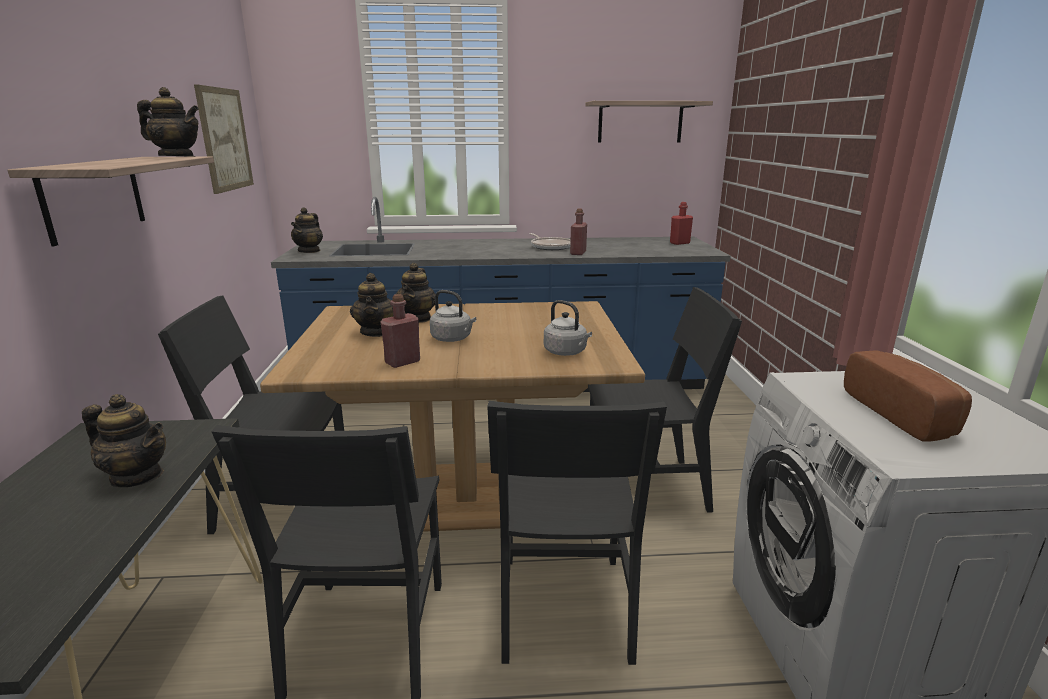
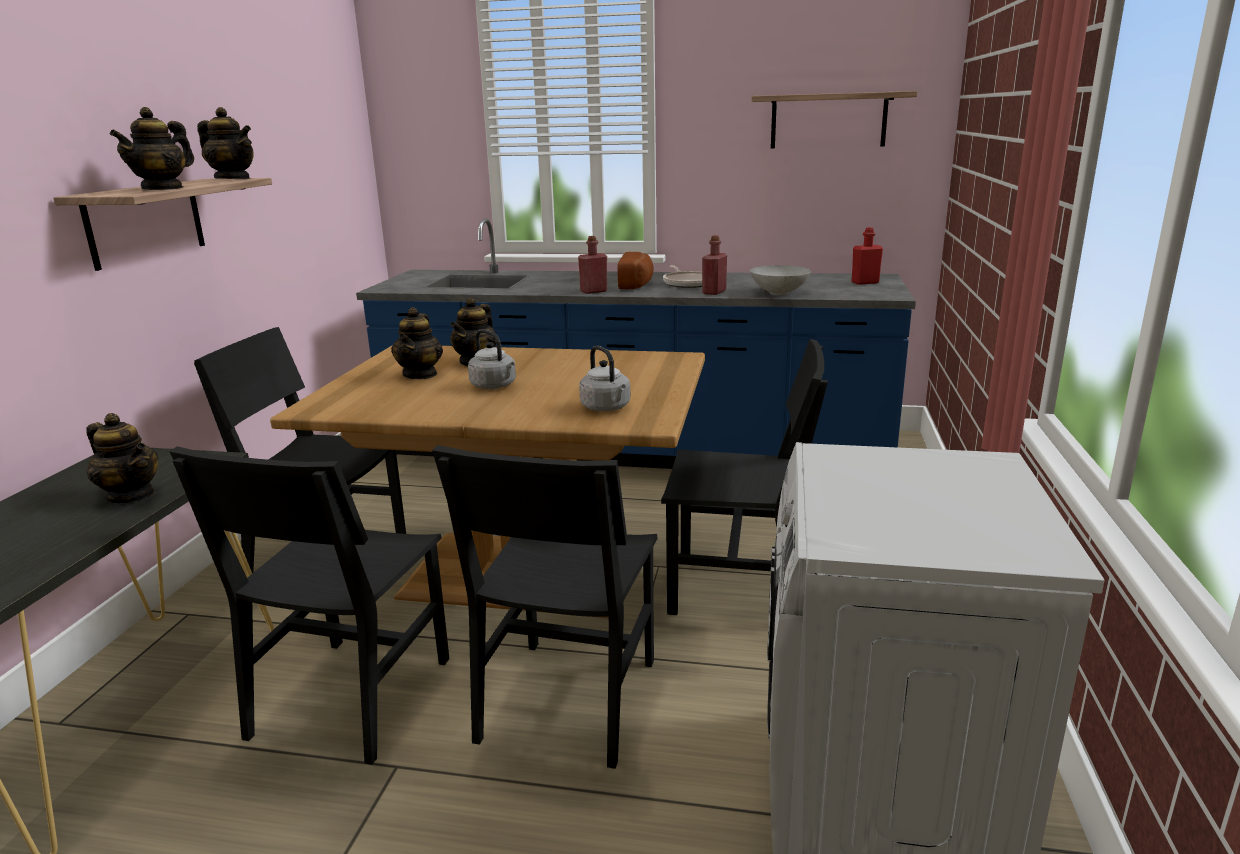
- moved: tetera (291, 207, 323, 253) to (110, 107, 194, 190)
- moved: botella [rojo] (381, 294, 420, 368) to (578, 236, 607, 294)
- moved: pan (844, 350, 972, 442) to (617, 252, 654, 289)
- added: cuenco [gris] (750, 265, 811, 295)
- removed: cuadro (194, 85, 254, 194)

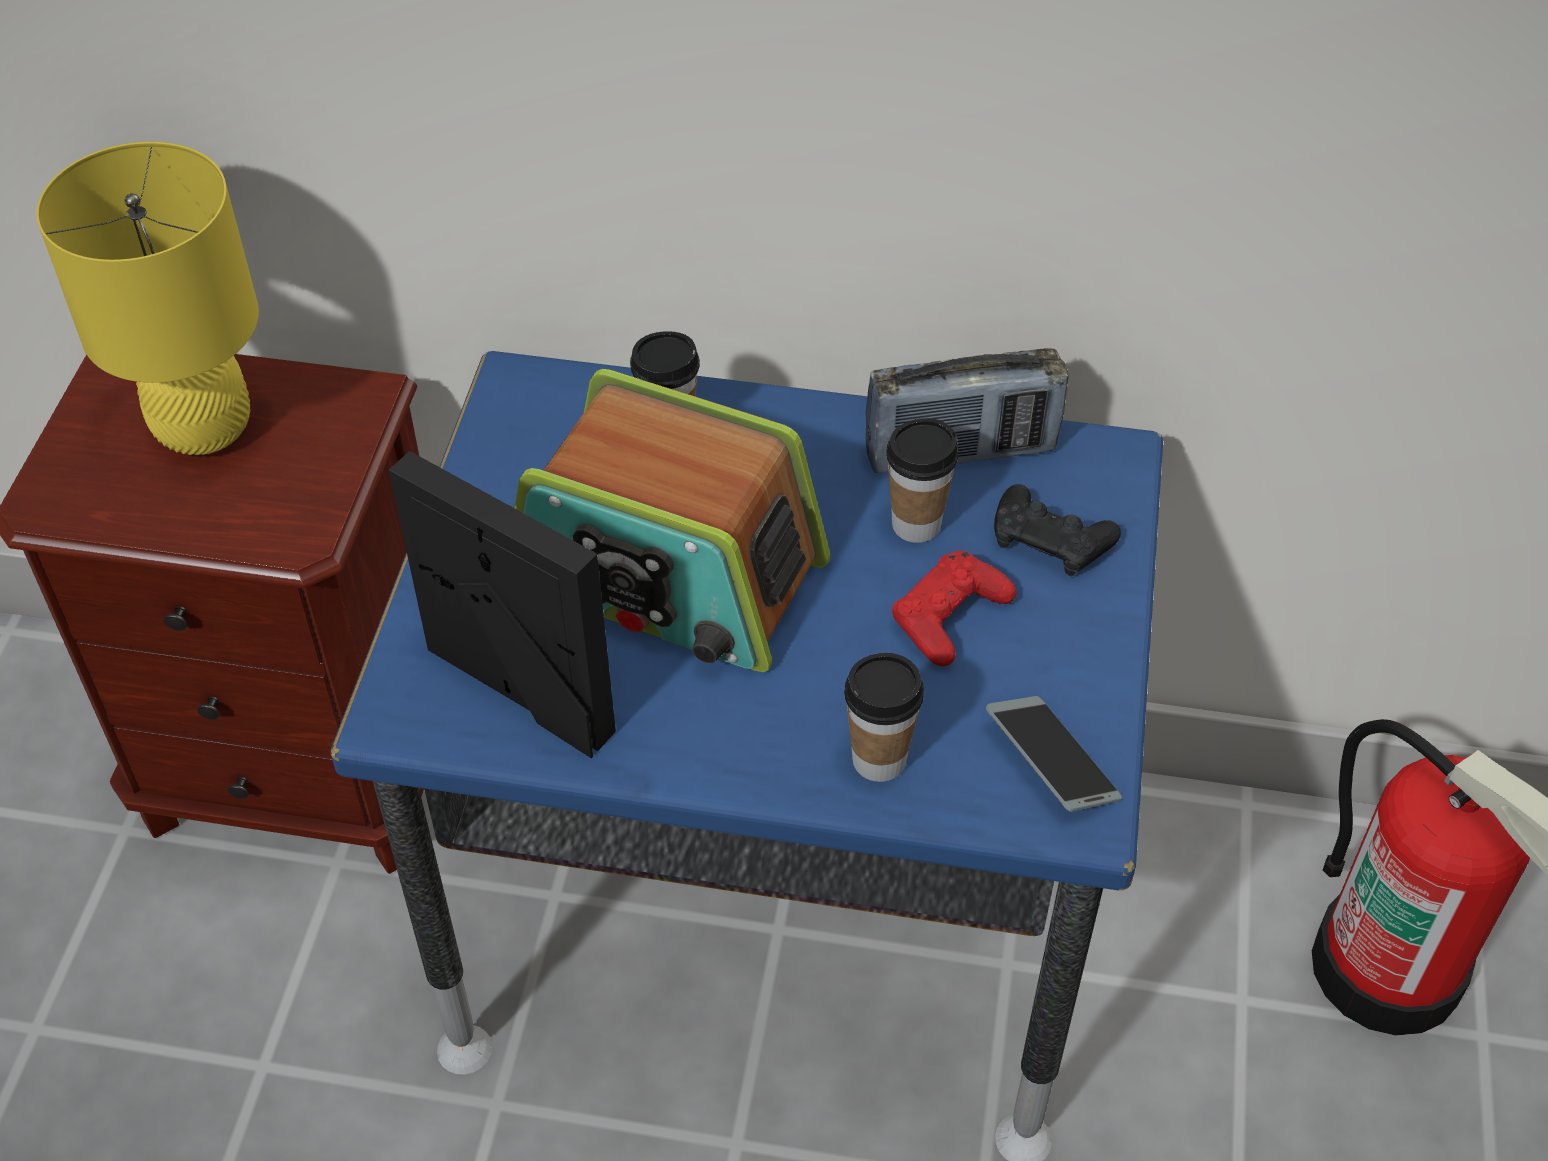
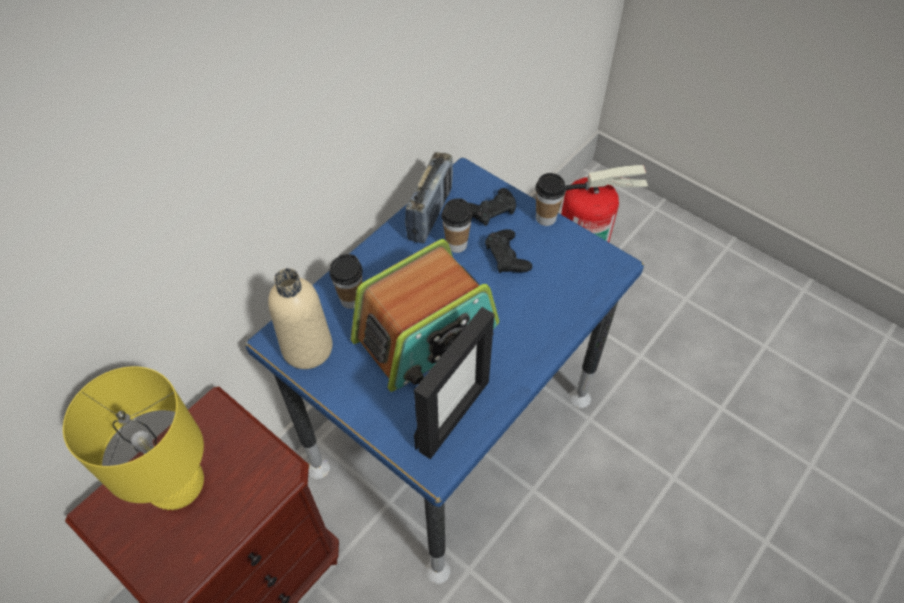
- added: botella [beis] (268, 268, 333, 369)
- turned: portarretratos (389, 451, 616, 758) = (414, 307, 494, 459) 150 degrees clockwise
- recoloured: mando de consola [rojo] (892, 551, 1016, 666) to mando de consola [negro] (485, 229, 532, 273)
- moved: taza (844, 653, 924, 782) to (535, 173, 566, 226)
- removed: móvil (986, 696, 1122, 812)

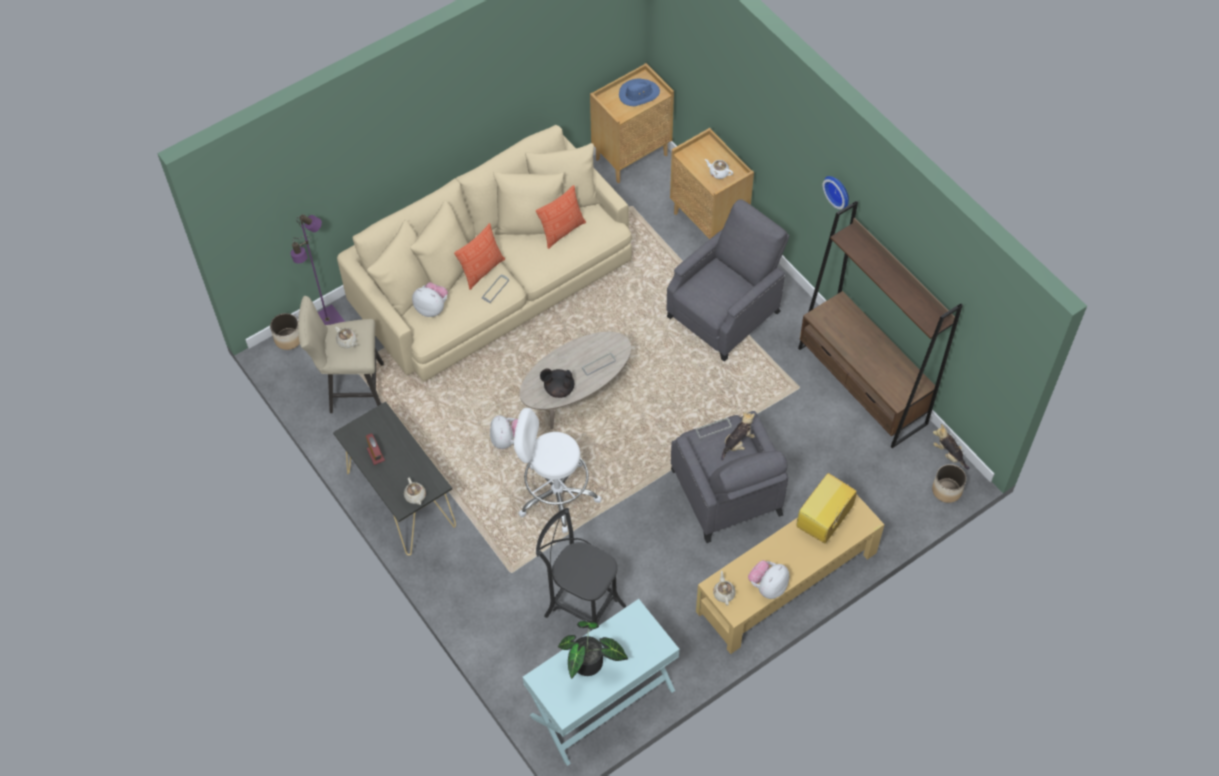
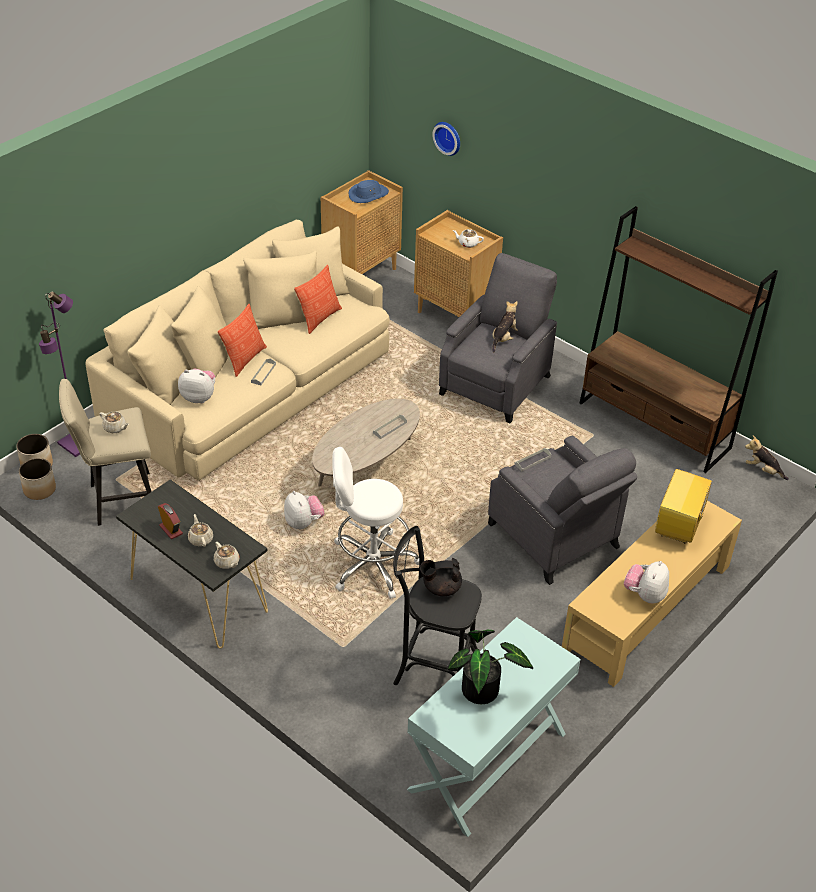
- moved: maceta (932, 464, 966, 503) to (19, 458, 56, 500)
- moved: tetera [beis] (713, 571, 736, 606) to (188, 514, 213, 547)
- moved: tetera [negro] (540, 369, 574, 398) to (420, 558, 462, 596)
- moved: reloj de pared (823, 176, 849, 209) to (432, 122, 460, 156)
- moved: peluche (721, 412, 755, 461) to (493, 301, 518, 352)

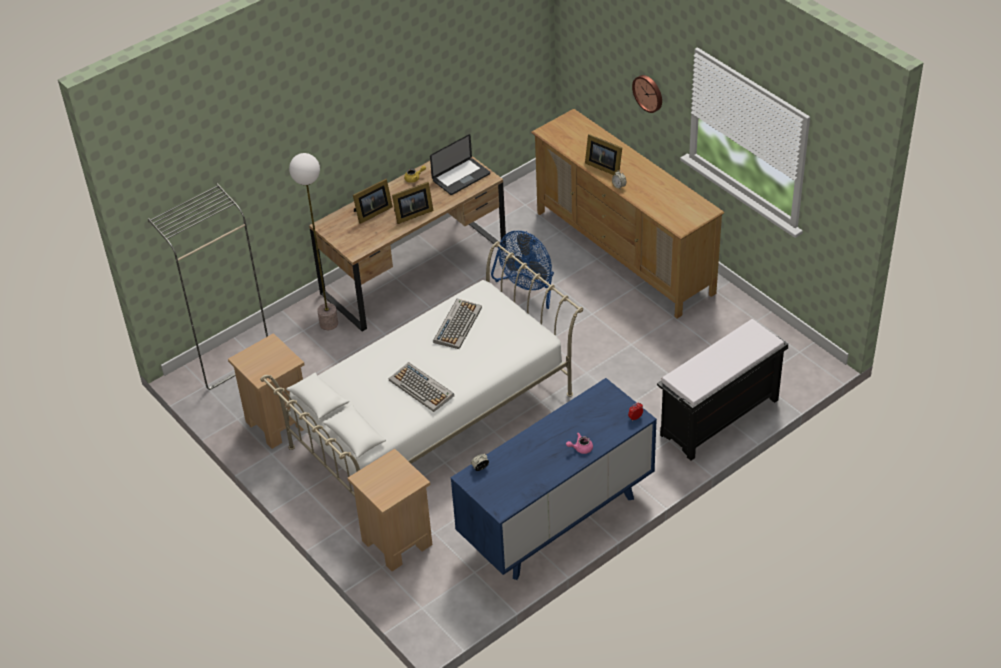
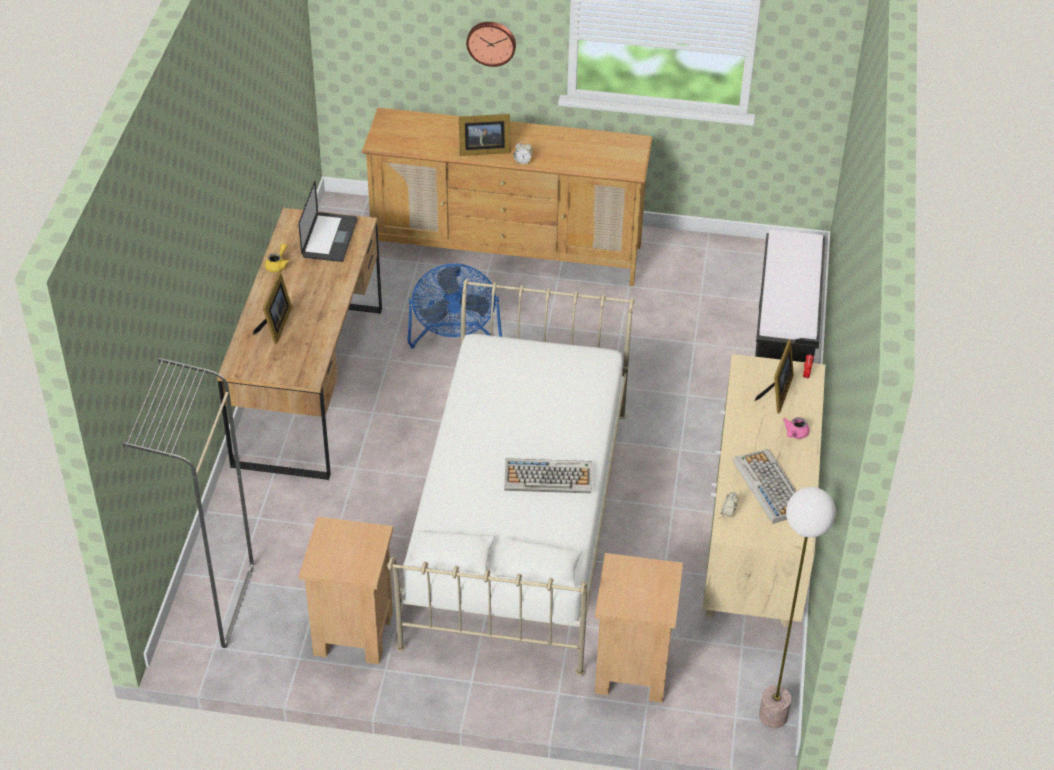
- recoloured: cómoda [azul] (451, 378, 657, 580) to cómoda [beis] (703, 354, 825, 627)
- moved: teclado (433, 299, 482, 349) to (733, 449, 797, 524)
- moved: portarretratos (392, 182, 434, 224) to (755, 339, 794, 413)
- moved: lámpara de pie (289, 153, 338, 330) to (759, 487, 836, 728)

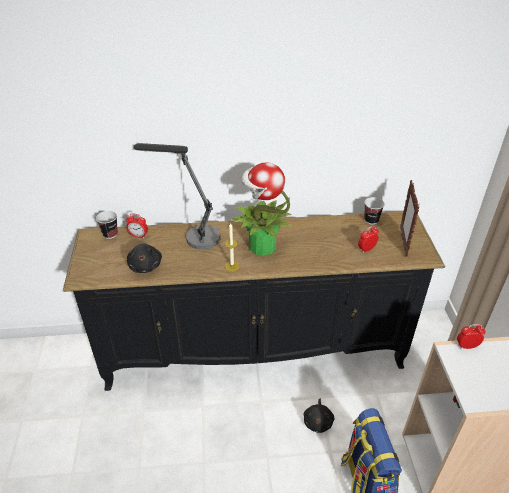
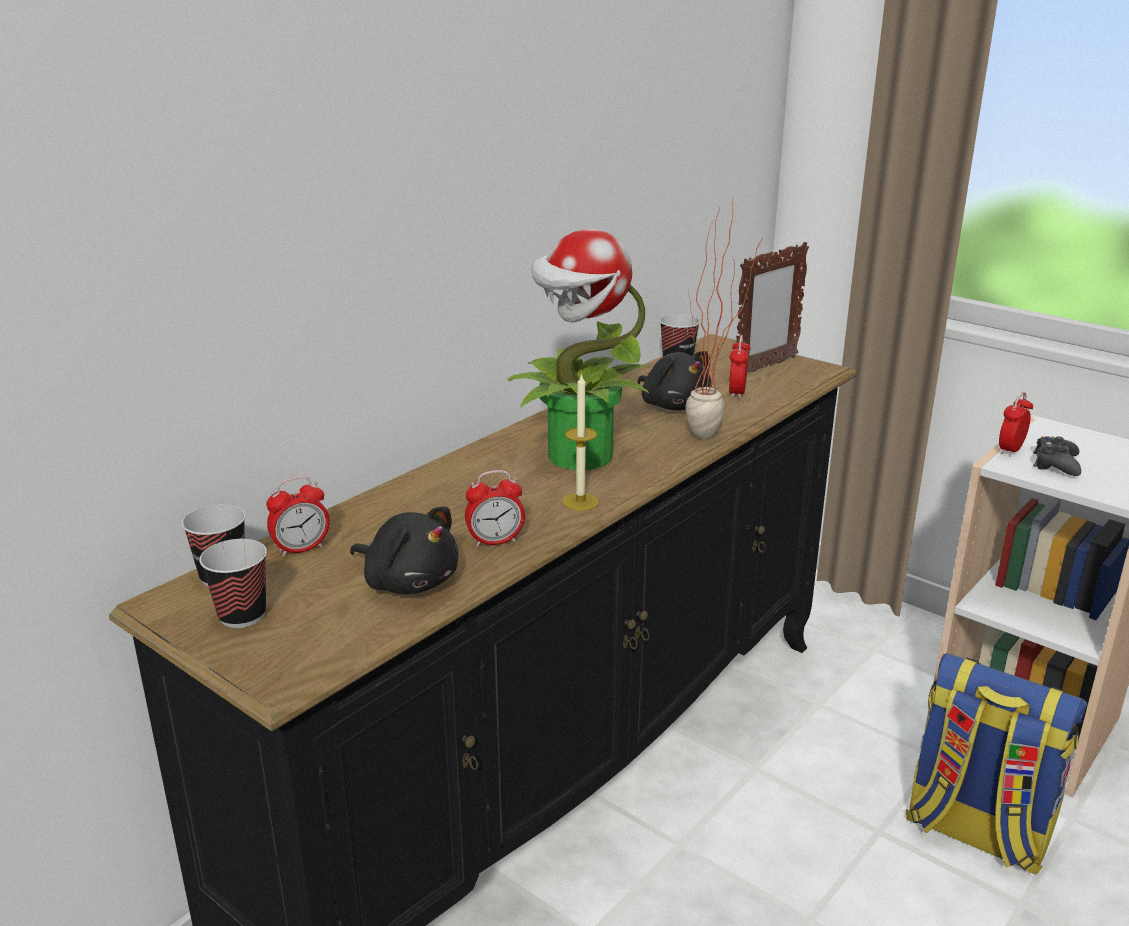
- added: taza (199, 539, 267, 628)
- added: despertador (465, 470, 525, 547)
- moved: peluche [negro] (304, 398, 334, 433) to (637, 351, 712, 410)
- added: planta en maceta (685, 197, 763, 439)
- turned: portarretratos (400, 180, 419, 257) = (736, 242, 809, 372) 90 degrees counterclockwise
- added: mando de consola [negro] (1033, 436, 1081, 476)
- removed: lámpara de mesa (134, 143, 221, 249)

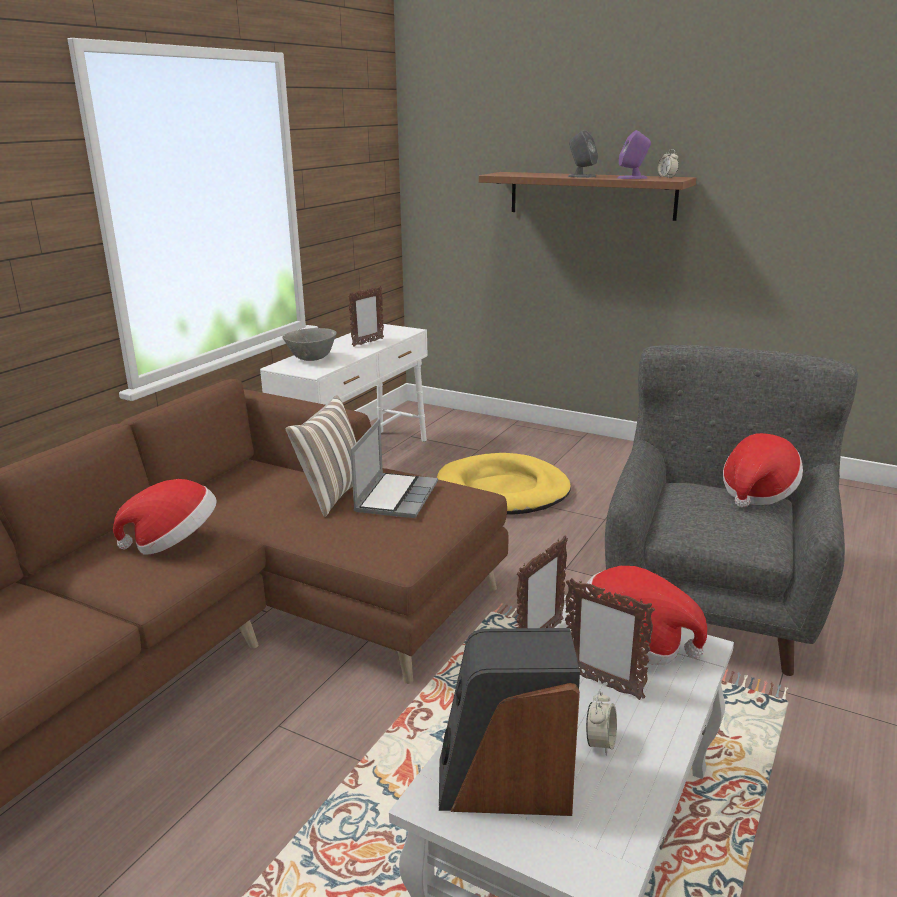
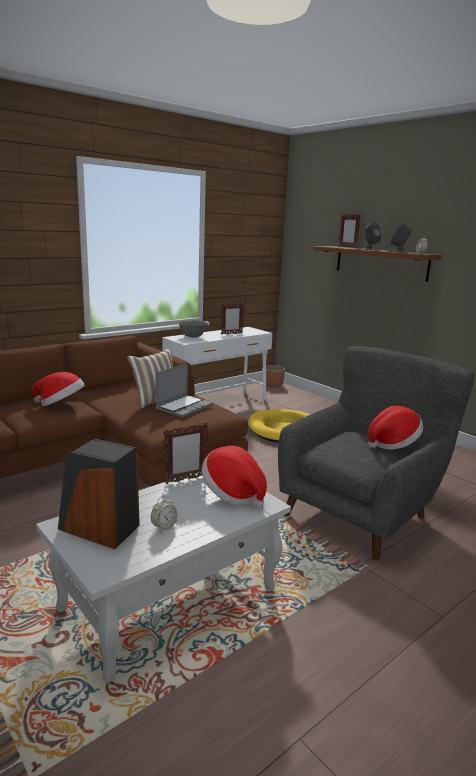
- added: maceta (266, 365, 285, 388)
- moved: portarretratos (565, 578, 655, 700) to (339, 214, 361, 248)
- recoloured: altavoz [morado] (618, 130, 651, 179) to altavoz [gris] (388, 223, 411, 253)

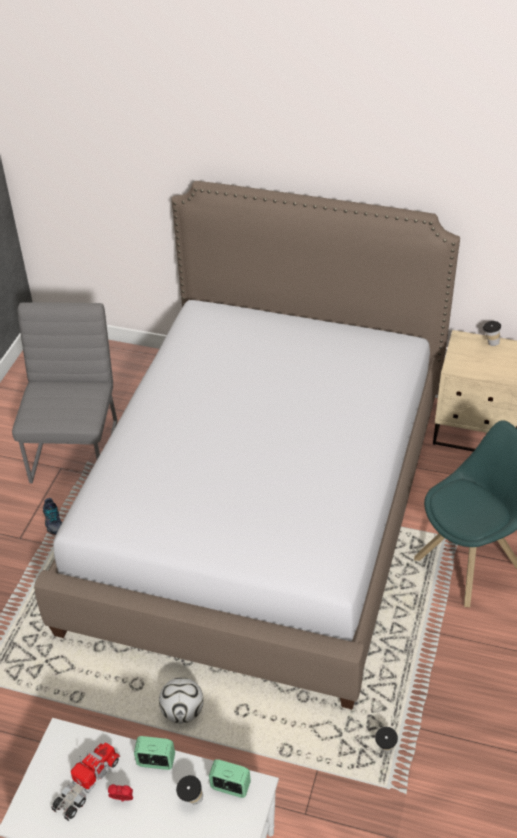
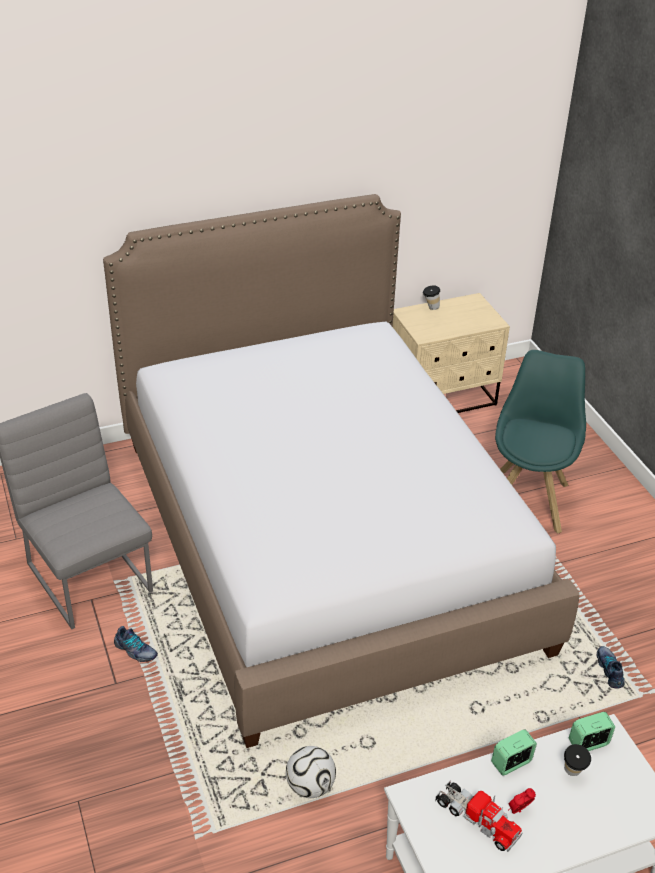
- moved: balón de fútbol (159, 677, 204, 723) to (286, 746, 336, 798)
- turned: camión de juguete (51, 742, 121, 821) = (435, 780, 522, 852) 135 degrees clockwise
- replaced: taza (375, 727, 398, 752) to zapato (597, 646, 625, 688)

